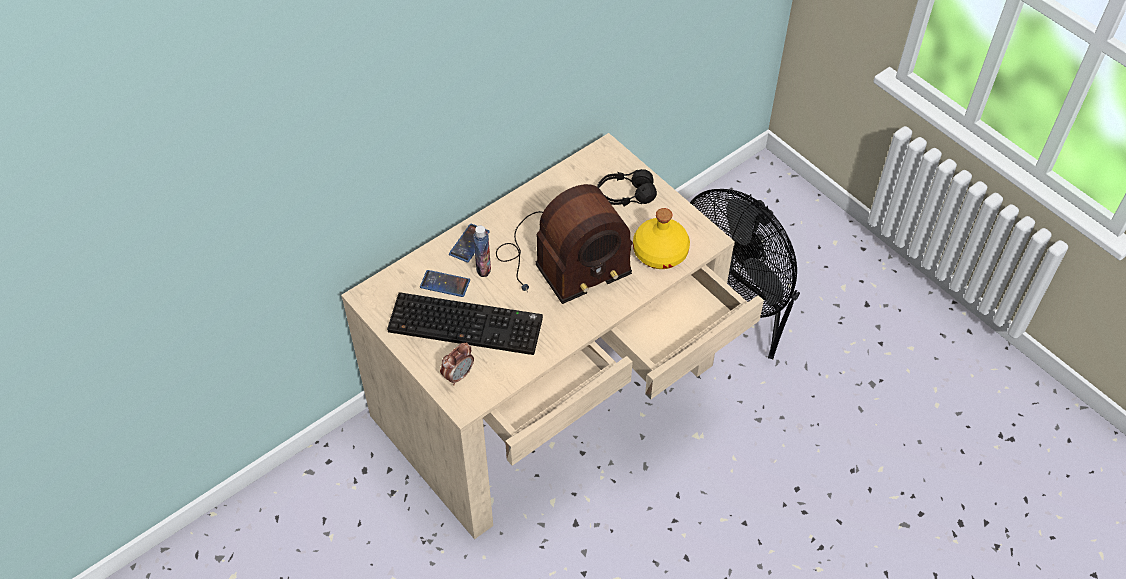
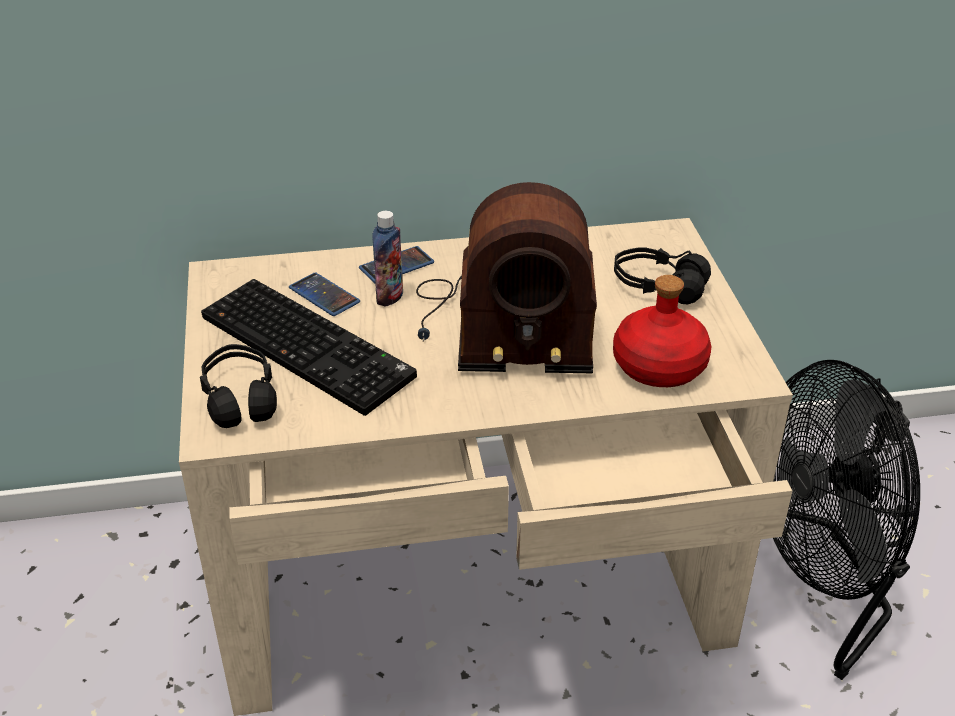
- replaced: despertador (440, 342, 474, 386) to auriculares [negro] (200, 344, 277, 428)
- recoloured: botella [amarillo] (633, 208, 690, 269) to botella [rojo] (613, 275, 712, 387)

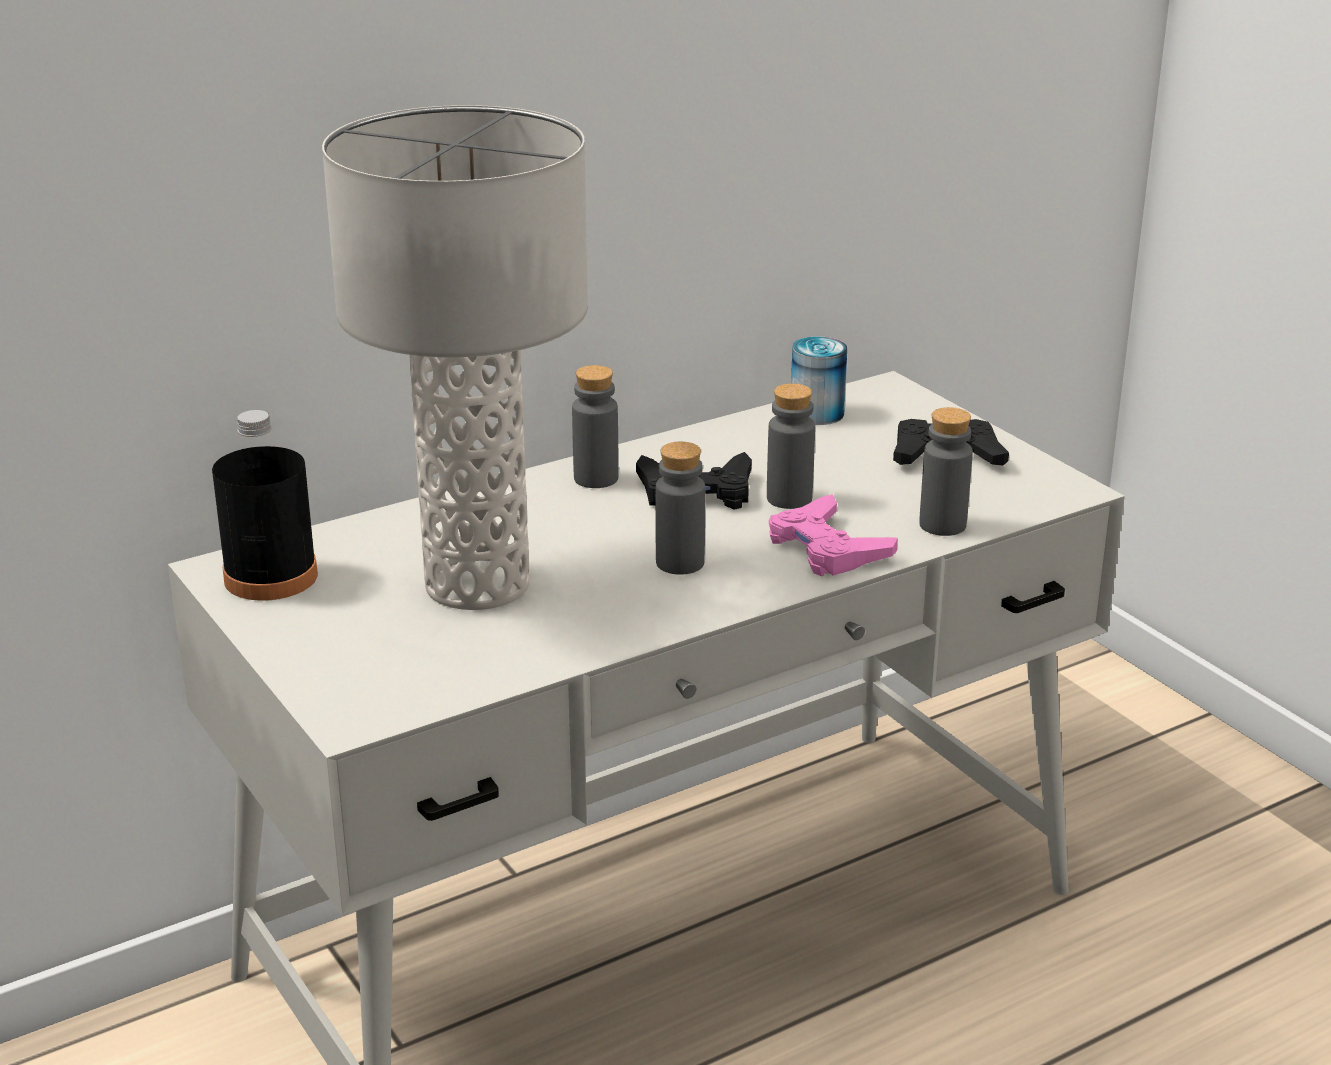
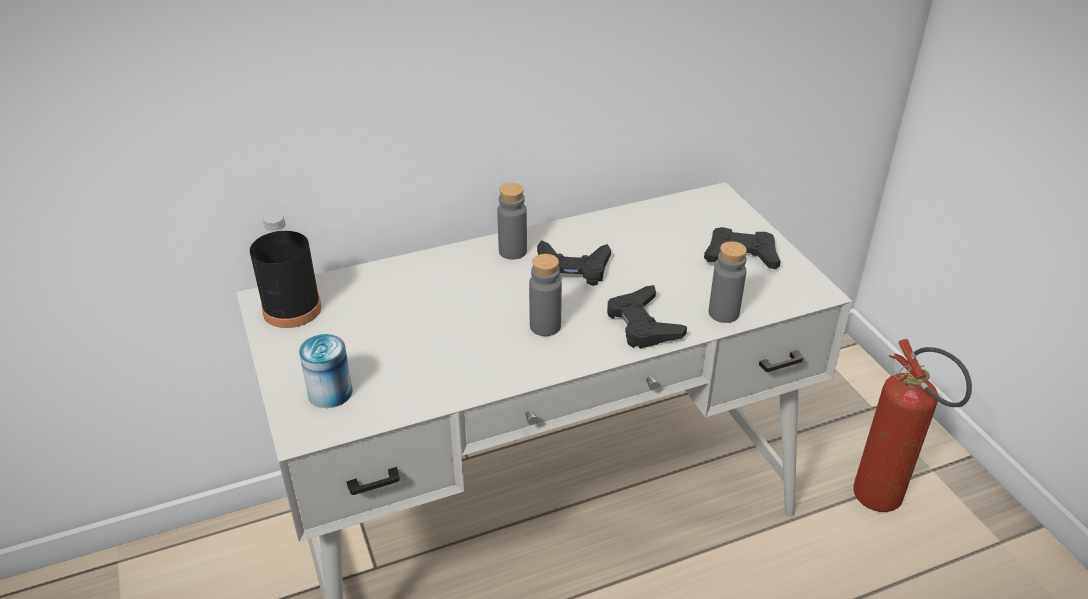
- moved: lata (791, 337, 847, 425) to (299, 334, 353, 408)
- recoloured: mando de consola [rosa] (769, 494, 898, 576) to mando de consola [negro] (607, 285, 687, 349)
- added: extintor (853, 339, 972, 512)
- removed: lámpara de mesa [blanco] (322, 105, 588, 610)
- removed: botella [gris] (767, 383, 815, 509)

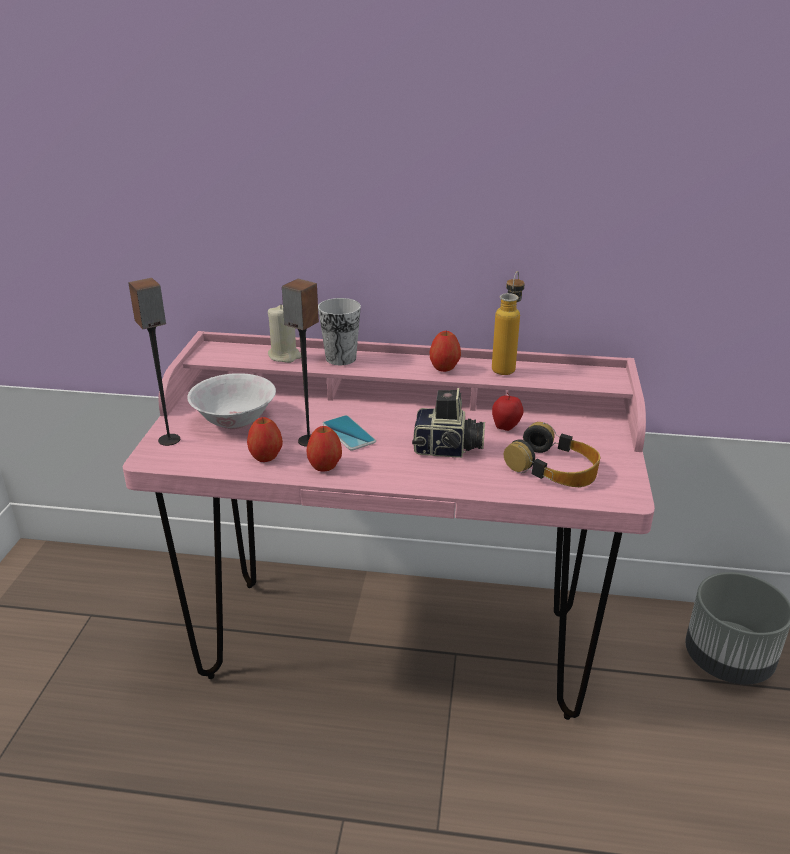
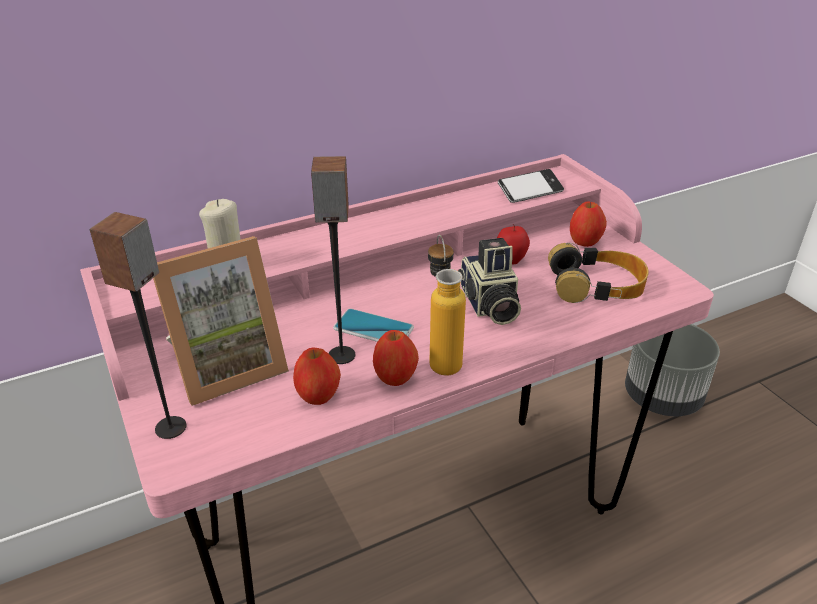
- replaced: cuenco [blanco] (187, 373, 276, 429) to portarretratos (153, 236, 289, 406)
- moved: botella (492, 271, 525, 375) to (428, 235, 466, 375)
- turned: cámara (412, 388, 485, 458) = (458, 238, 521, 325) 105 degrees clockwise
- added: móvil (498, 169, 564, 203)
- moved: manzana (429, 331, 461, 372) to (570, 202, 607, 247)
- removed: taza (318, 298, 361, 365)

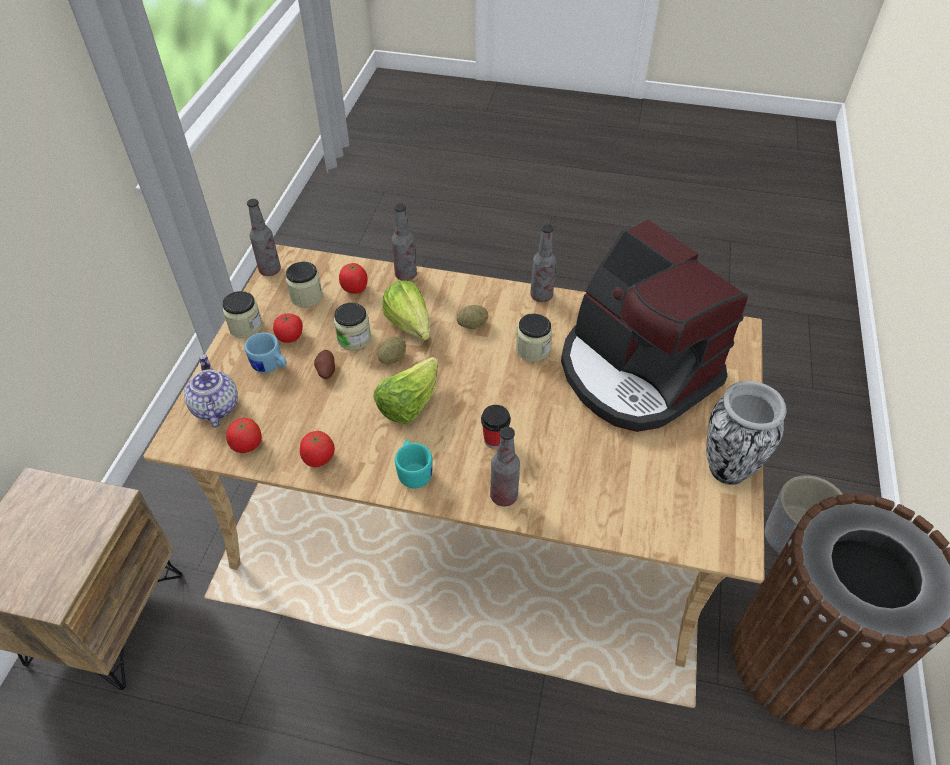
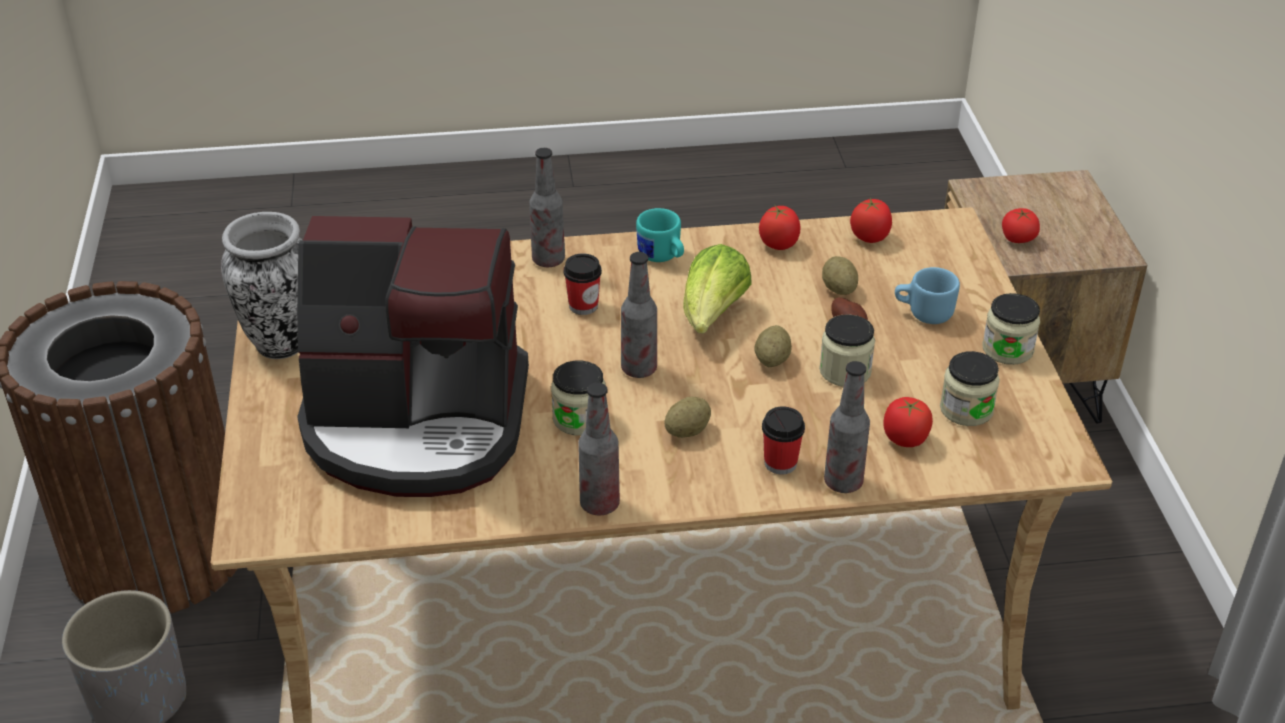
- turned: cafetera (561, 220, 747, 432) = (297, 216, 529, 497) 150 degrees clockwise
- moved: botella (247, 199, 281, 276) to (621, 252, 657, 378)
- added: taza (762, 407, 805, 474)
- added: patata (822, 256, 858, 295)
- moved: tomate (273, 313, 303, 343) to (1002, 208, 1040, 243)
- removed: tetera (184, 354, 238, 428)
- removed: lechuga (382, 280, 430, 340)

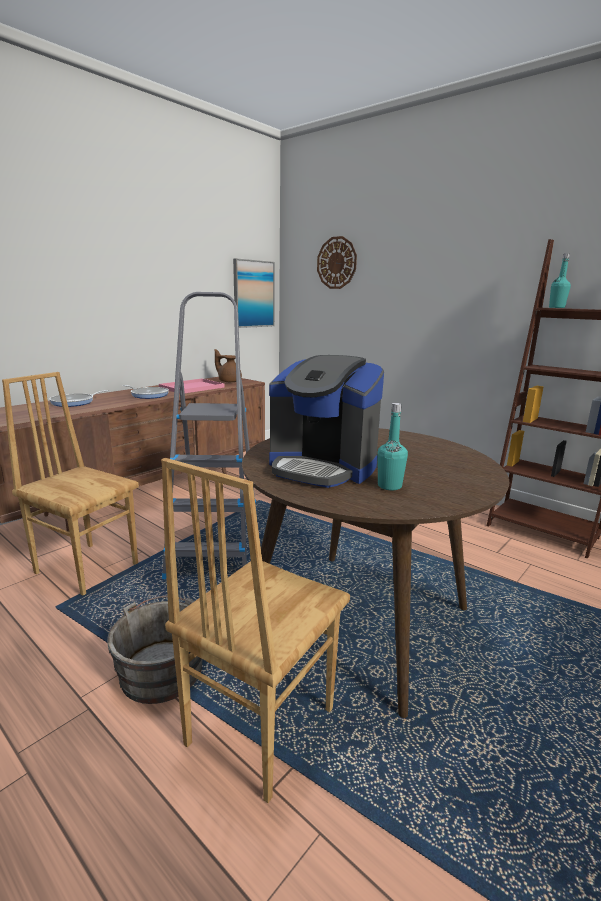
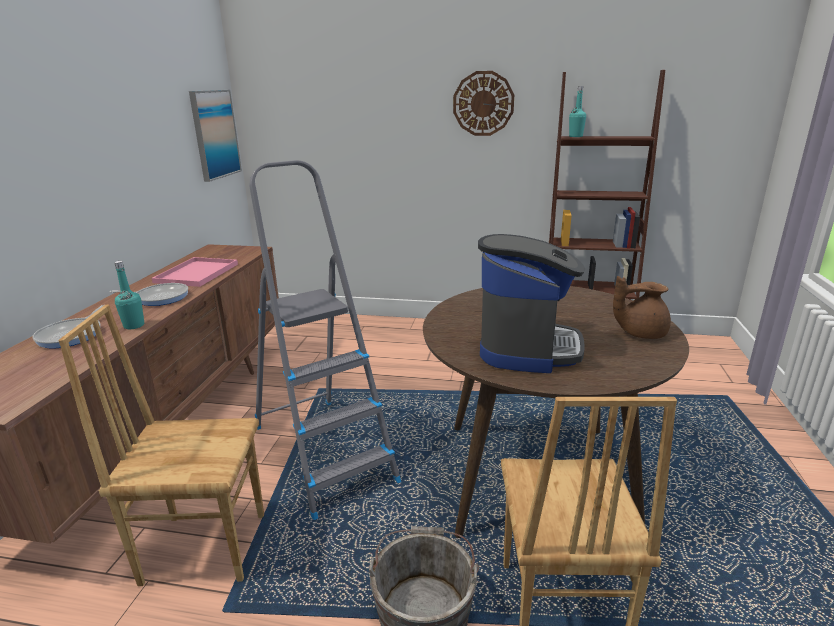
- moved: botella [turquesa] (377, 403, 408, 490) to (114, 261, 144, 329)
- moved: reloj de pared (317, 236, 357, 289) to (453, 71, 514, 136)
- turned: cafetera (269, 355, 384, 488) = (478, 234, 585, 373) 75 degrees counterclockwise
- moved: tetera [marrón] (215, 349, 242, 382) to (613, 276, 671, 339)

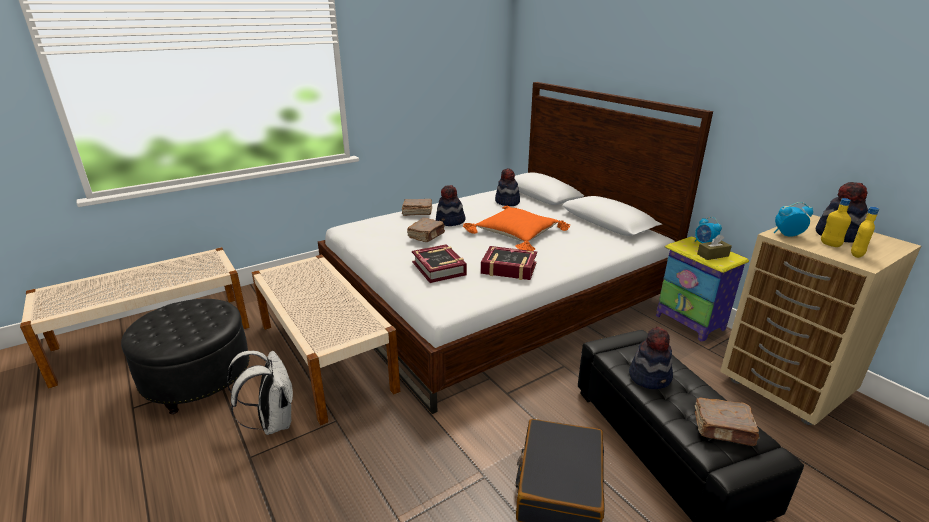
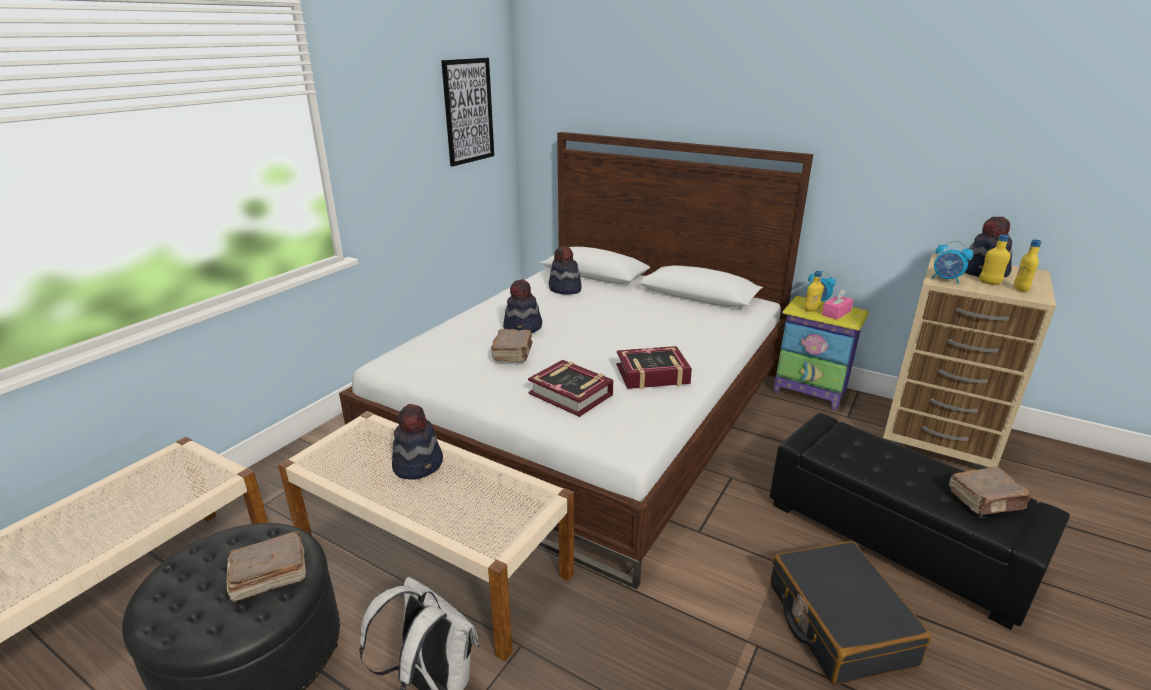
- moved: libro [marrón] (402, 199, 432, 216) to (227, 531, 306, 602)
- moved: sombrero (629, 327, 673, 389) to (392, 404, 443, 480)
- added: cuadro (441, 58, 494, 167)
- added: botella [amarillo] (804, 271, 824, 312)
- recoloured: caja de pañuelos [marrón] (697, 235, 732, 260) to caja de pañuelos [rosa] (822, 289, 853, 320)
- turned: despertador (774, 202, 813, 237) = (931, 241, 973, 284) 120 degrees counterclockwise
- removed: cojín [naranja] (463, 206, 571, 251)

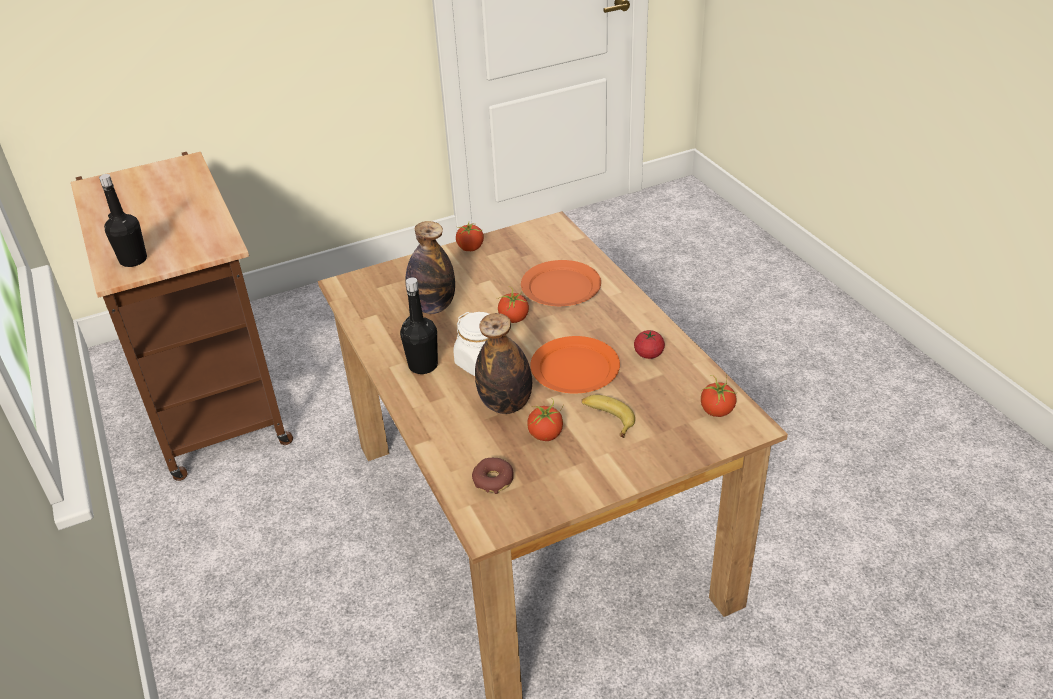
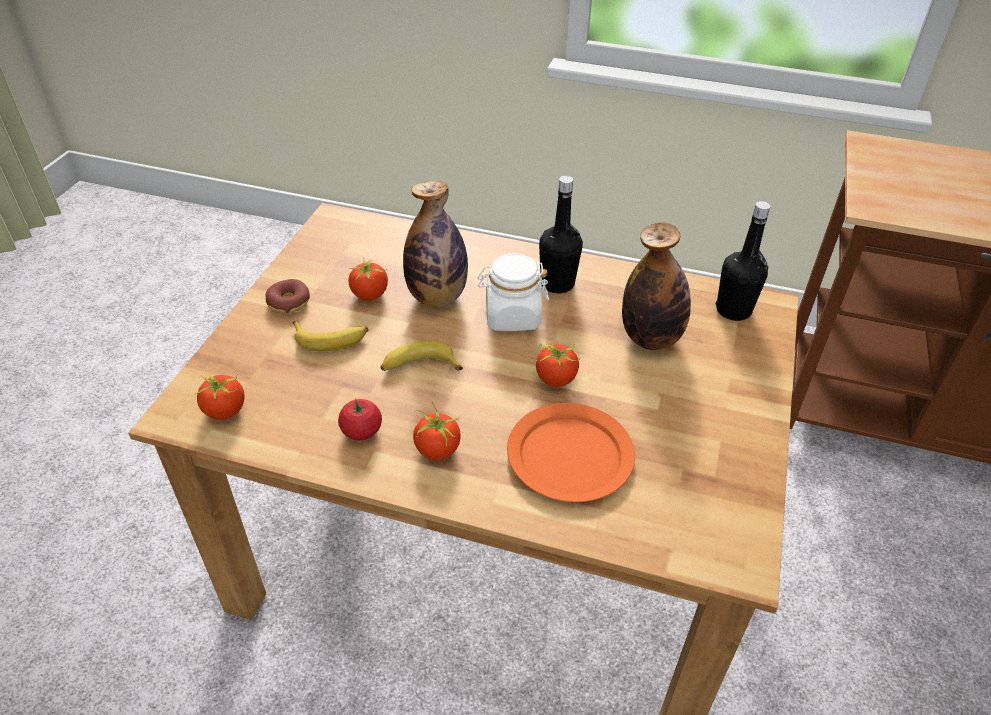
- moved: rosquilla (472, 458, 513, 494) to (266, 279, 310, 313)
- replaced: plato [naranja] (530, 336, 620, 393) to plátano (381, 340, 463, 371)
- moved: tomate (456, 223, 484, 251) to (413, 402, 461, 460)
- moved: botella [negro] (99, 174, 147, 267) to (716, 201, 771, 321)

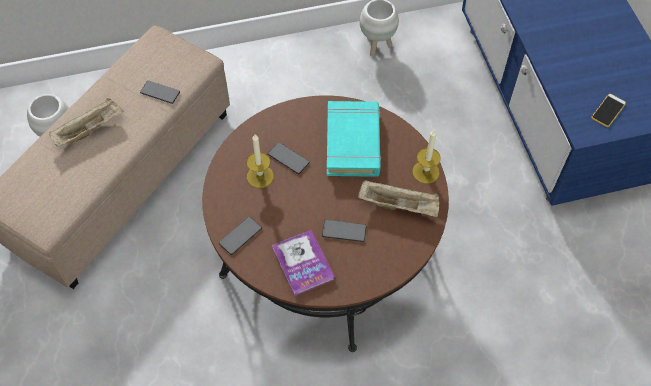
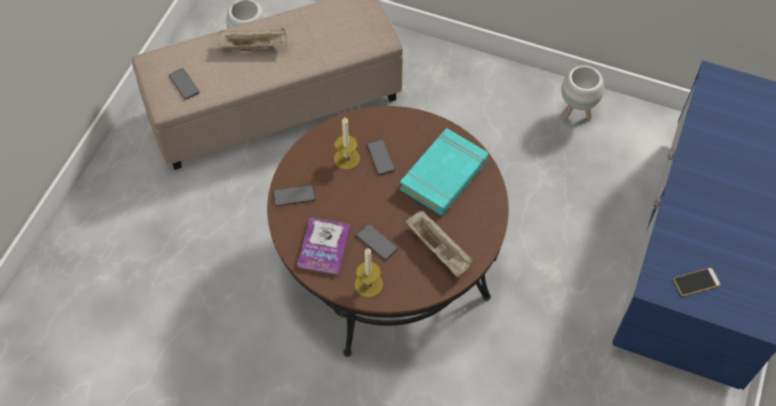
- moved: móvil (140, 81, 180, 104) to (169, 68, 199, 100)
- moved: vela (412, 130, 441, 184) to (355, 248, 383, 298)

